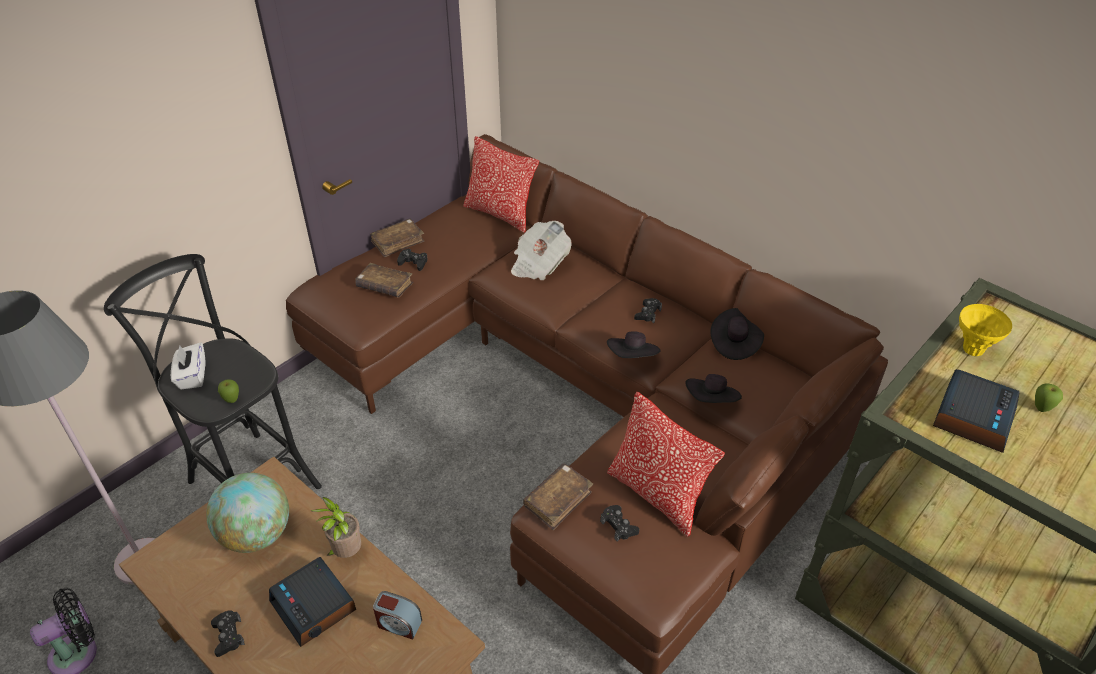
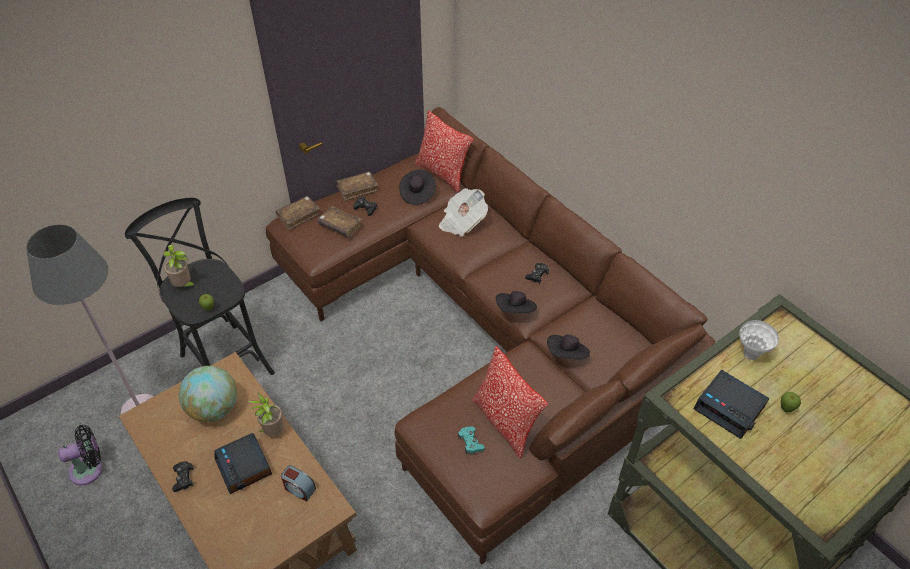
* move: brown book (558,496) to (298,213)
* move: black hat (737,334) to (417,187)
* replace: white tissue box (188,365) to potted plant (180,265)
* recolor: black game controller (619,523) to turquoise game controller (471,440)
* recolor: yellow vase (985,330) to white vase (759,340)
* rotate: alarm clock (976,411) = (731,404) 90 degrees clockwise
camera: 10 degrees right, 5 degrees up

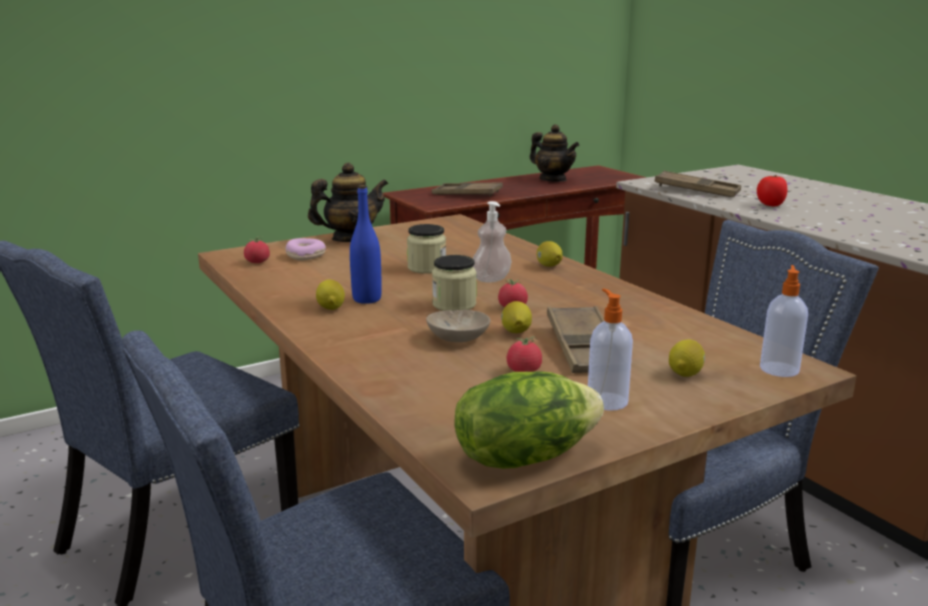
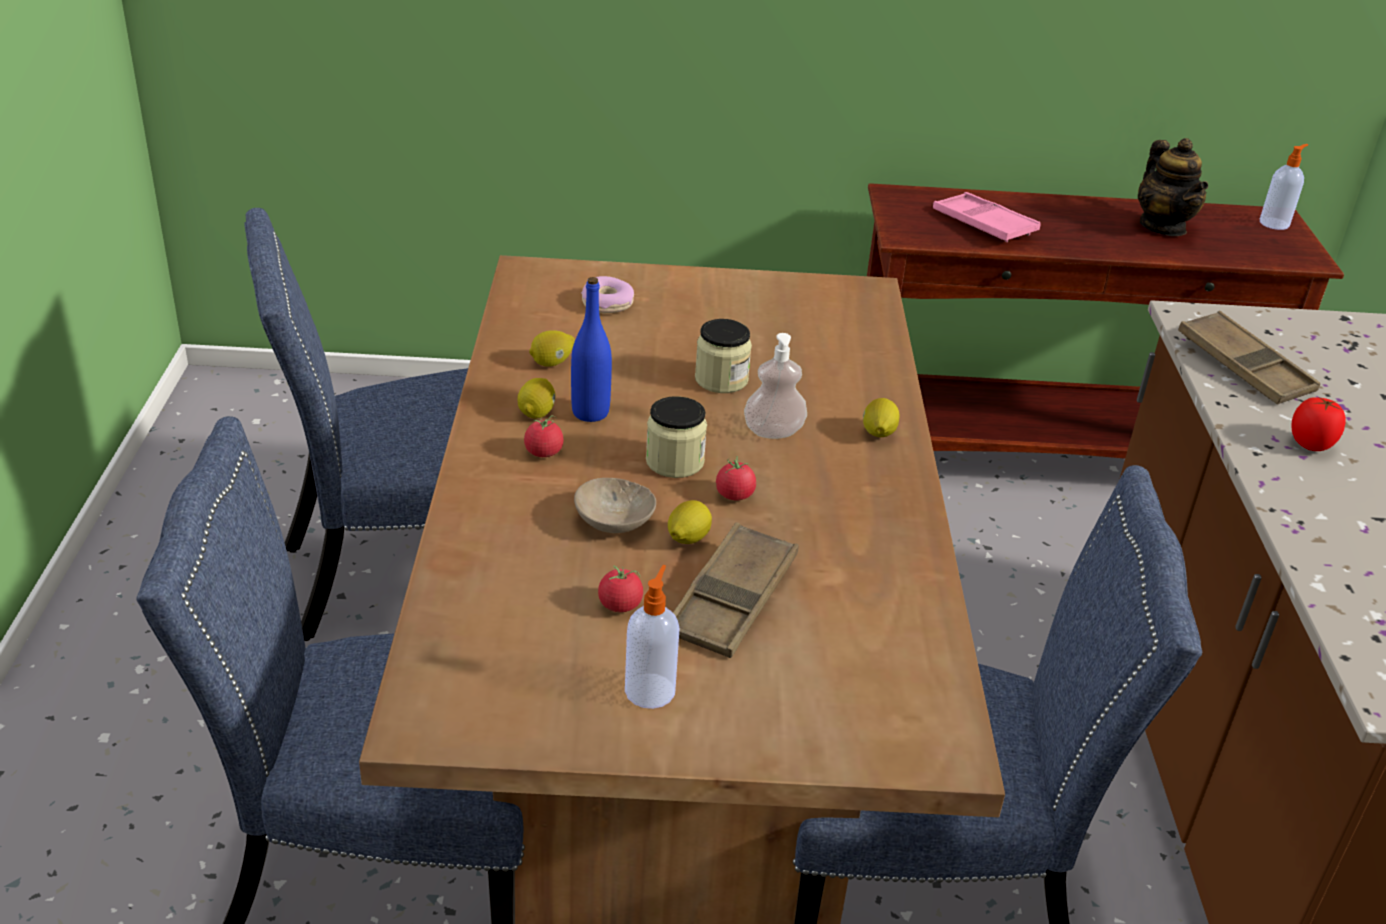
* delete: teapot (348,202)
* delete: lettuce (529,420)
* move: tomato (257,249) to (544,436)
* move: lemon (687,358) to (552,348)
* move: soap dispenser (784,321) to (1284,187)
* recolor: brown tray (467,189) to pink tray (987,217)
camera: 30 degrees right, 15 degrees up

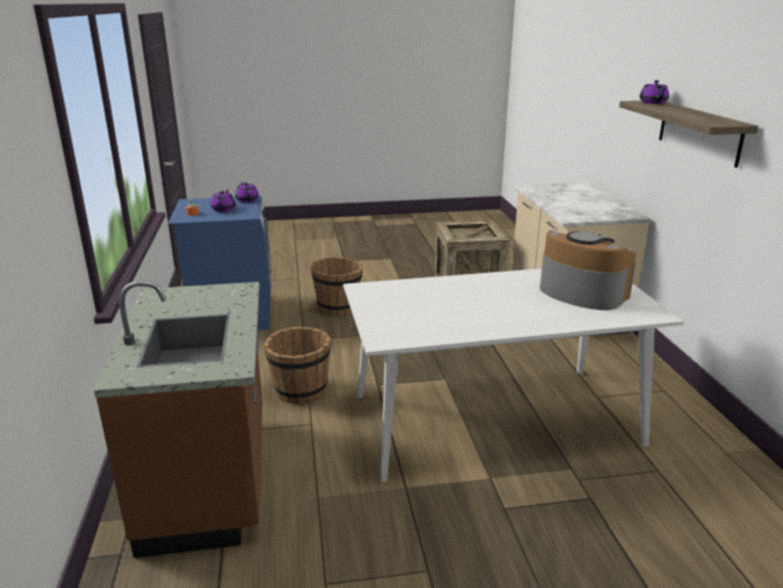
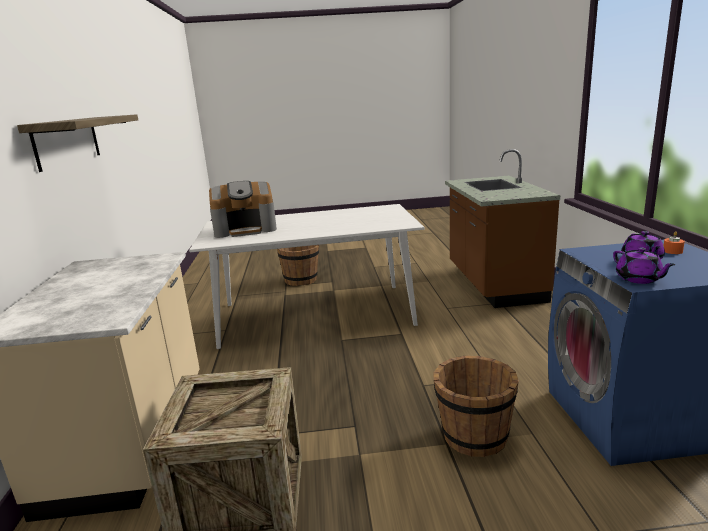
* delete: purple teapot (654,92)
* move: brown bucket (297,365) to (298,265)
* rotate: coffee machine (588,270) = (243,209) 60 degrees counterclockwise
camera: 175 degrees left, 5 degrees down

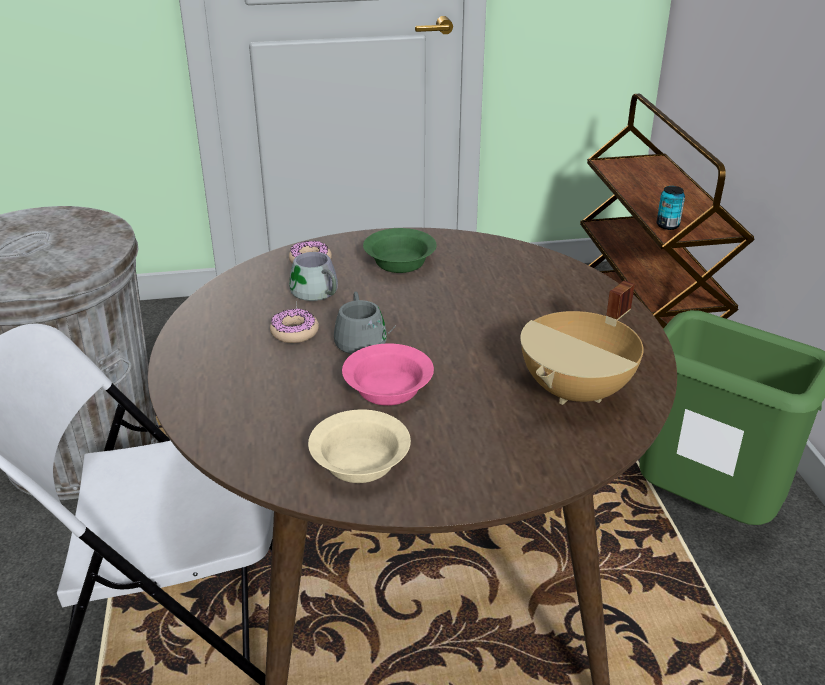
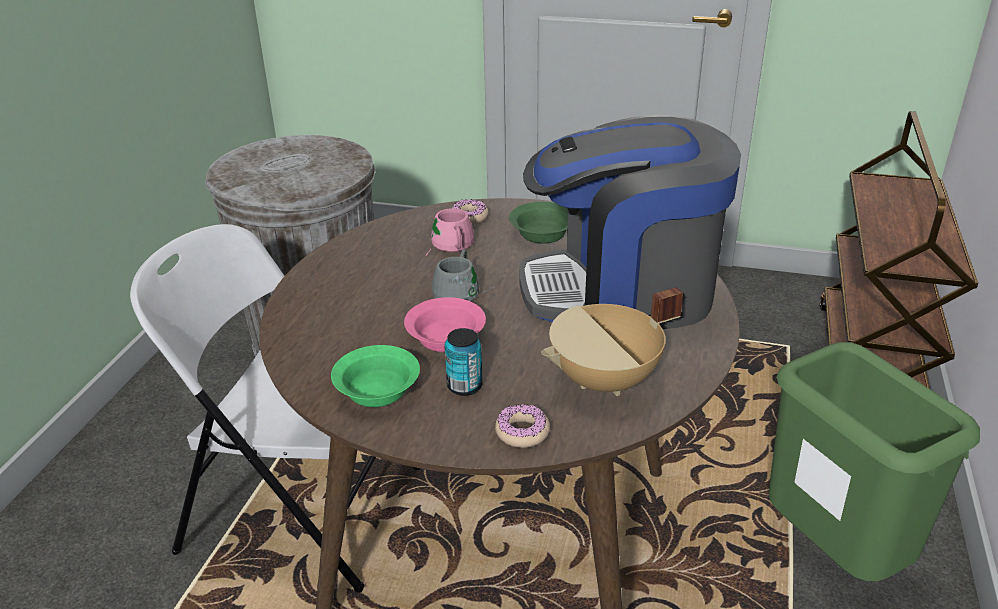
* insert: coffee machine (630,222)
* move: donut (294,325) to (522,426)
* move: can (671,208) to (463,362)
* recolor: grey mug (313,276) to pink mug (450,231)
* recolor: beige bowl (359,446) to green bowl (375,376)
camera: 25 degrees right, 0 degrees up

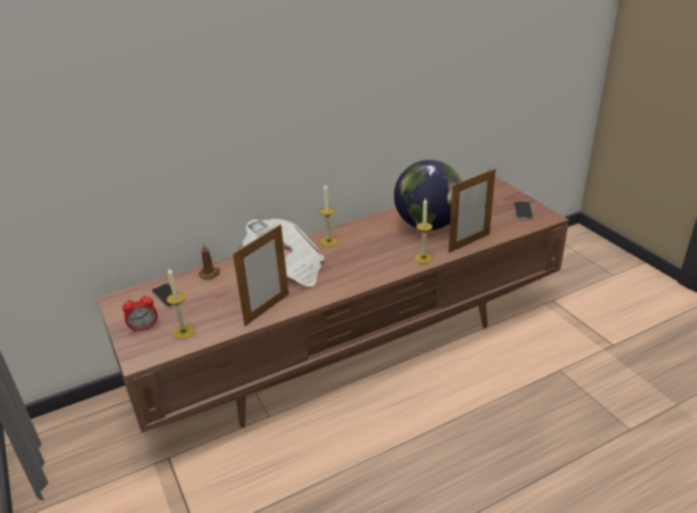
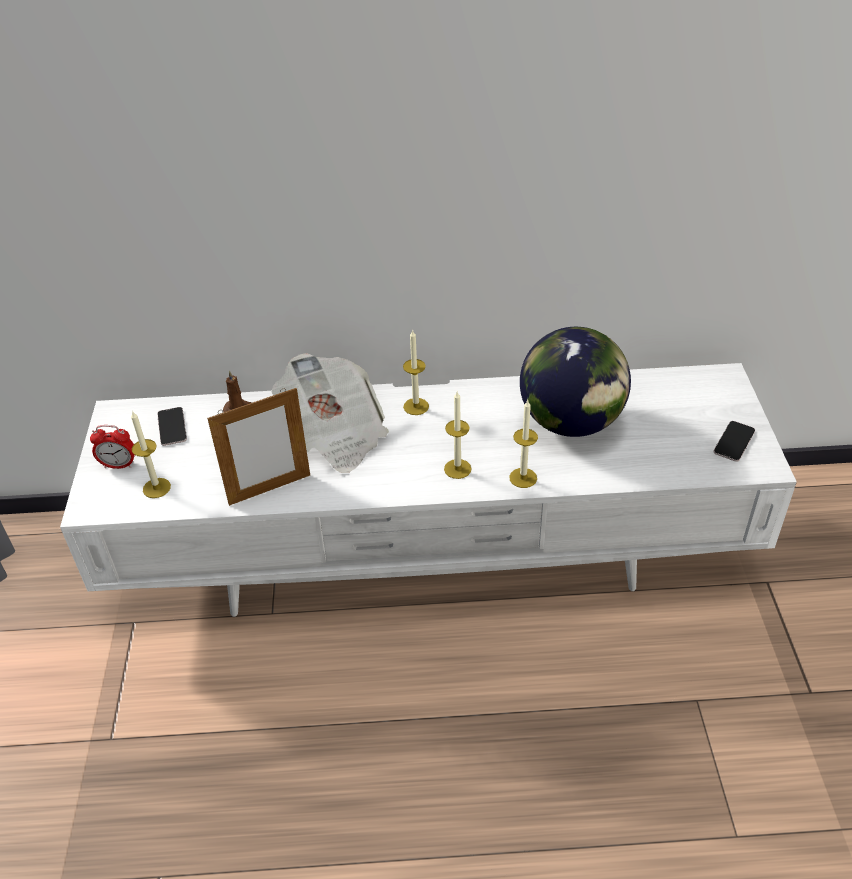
* delete: picture frame (472,210)
* insert: candle (458,435)
* recolor: brown tv stand (333,305) to white tv stand (428,490)
camera: 25 degrees right, 10 degrees up

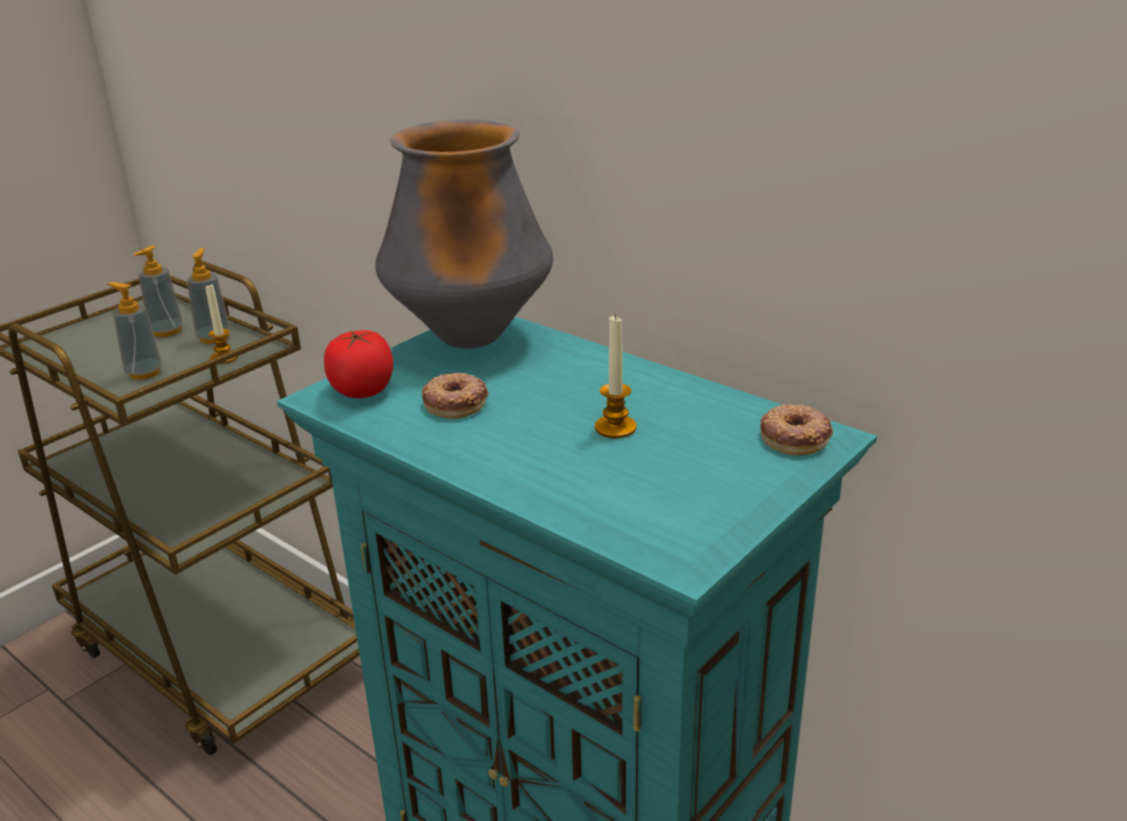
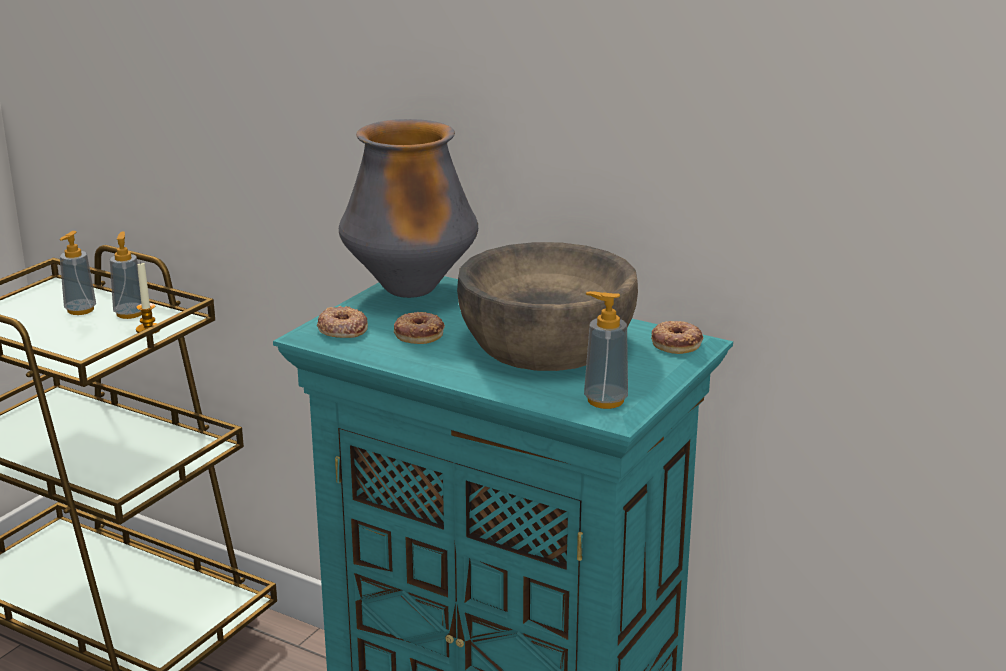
* move: soap dispenser (134,331) to (606,350)
* replace: tomato (358,364) to donut (342,322)
* replace: candle (615,376) to brown bowl (547,306)
camera: 10 degrees left, 5 degrees down

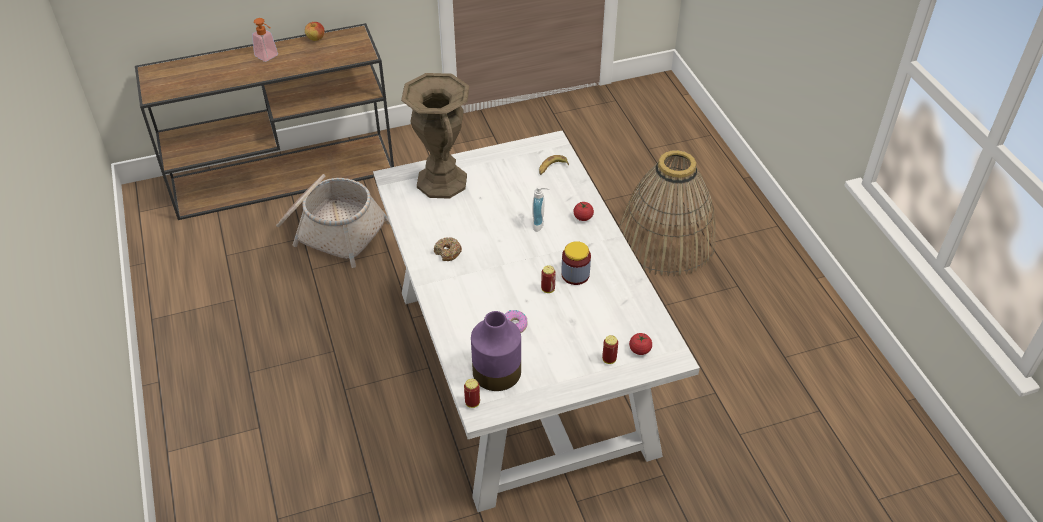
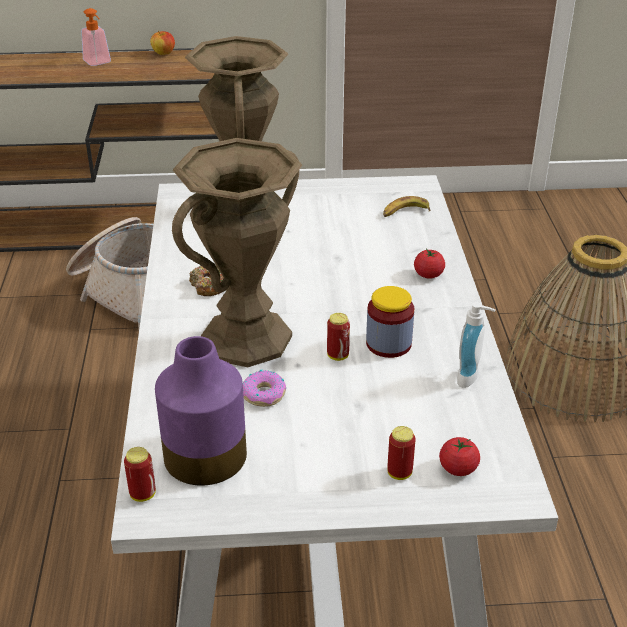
* insert: brown vase (237,252)
* move: soap dispenser (541,208) to (476,345)
camera: 15 degrees right, 10 degrees down

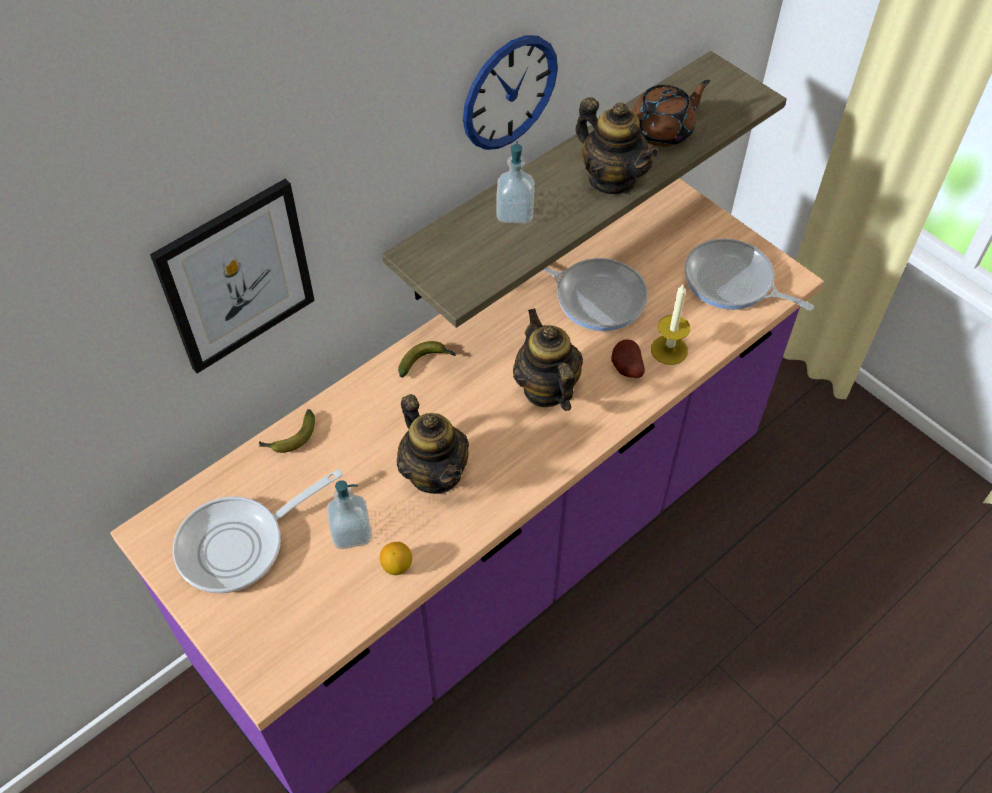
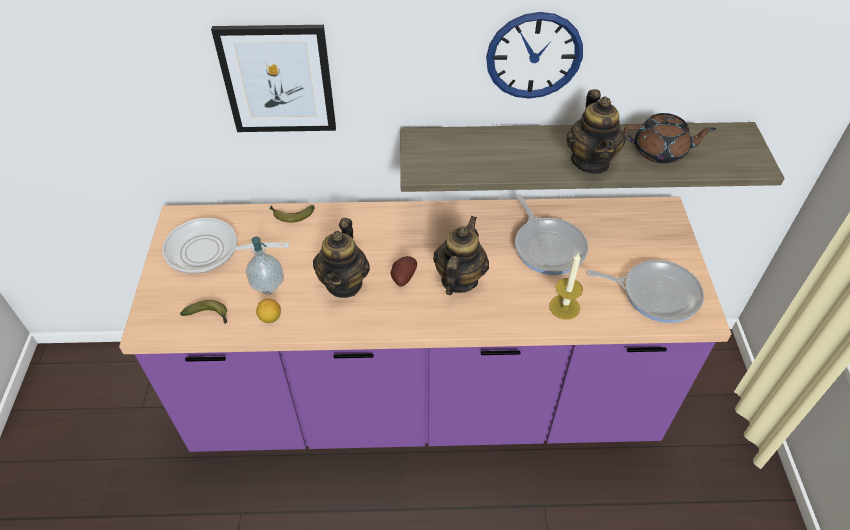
* delete: soap dispenser (515,182)
* move: banana (427,359) to (204,312)
* move: potato (628,359) to (403,271)
* rotate: frying pan (749,274) = (645,291) 120 degrees clockwise
camera: 40 degrees right, 5 degrees down

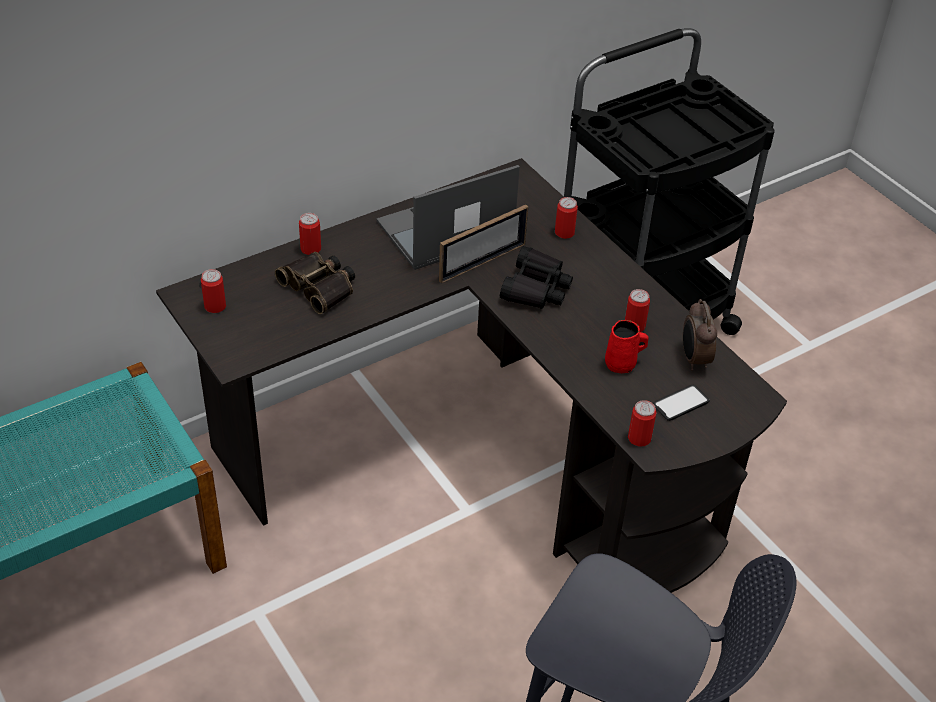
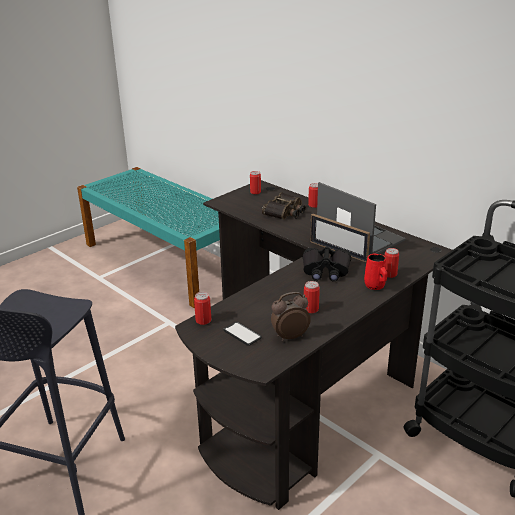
* move: red mug (627,346) to (375,272)
camera: 80 degrees right, 15 degrees down

